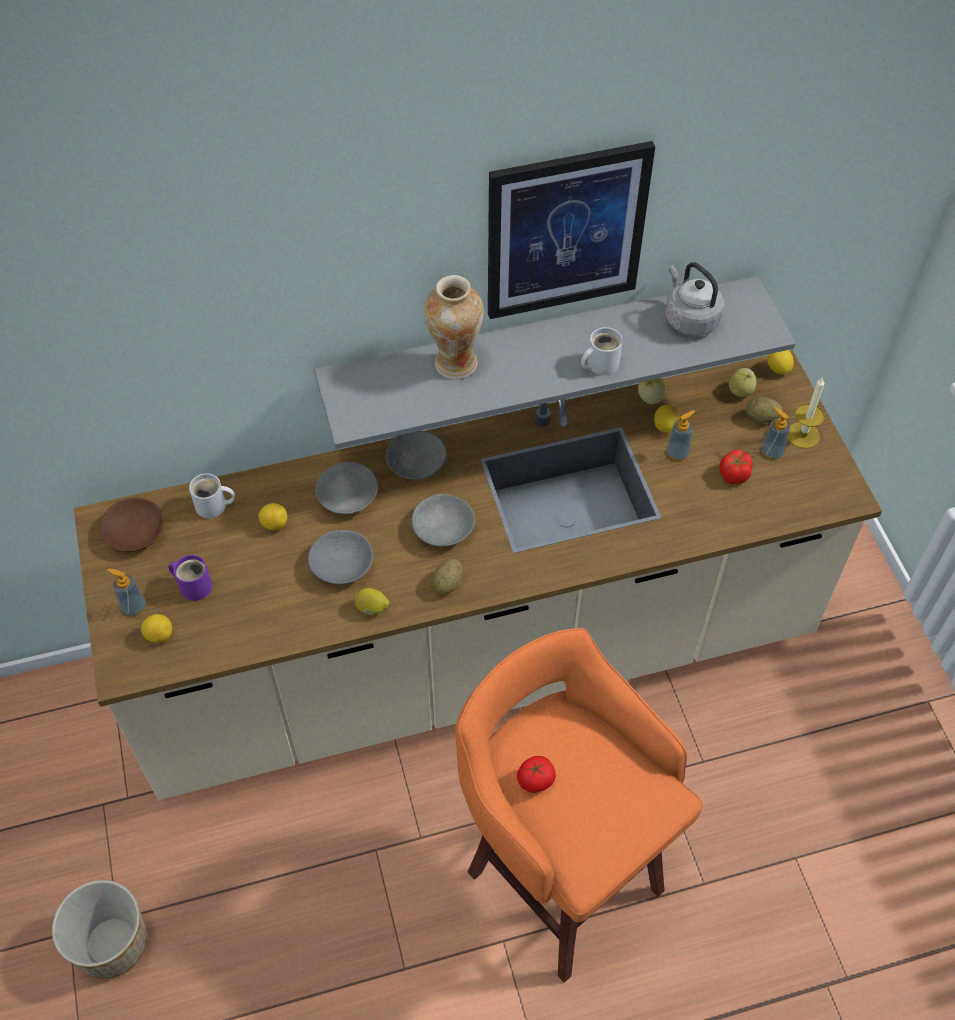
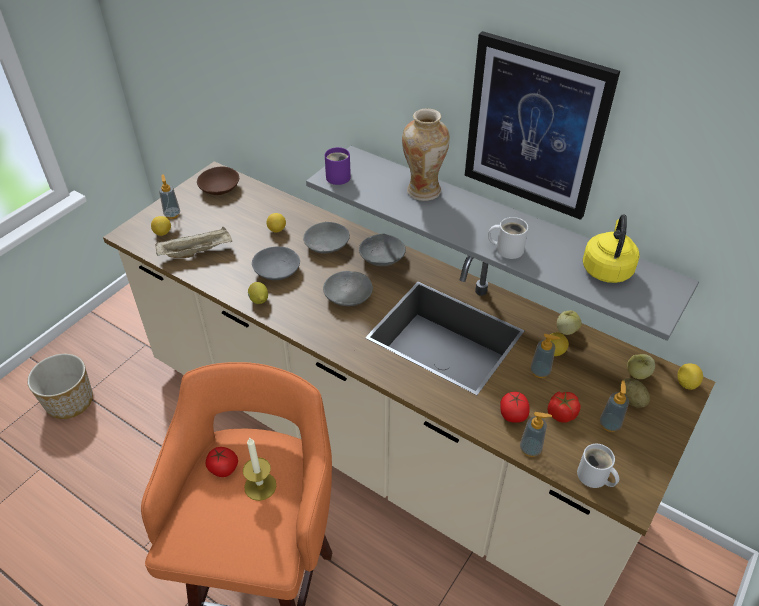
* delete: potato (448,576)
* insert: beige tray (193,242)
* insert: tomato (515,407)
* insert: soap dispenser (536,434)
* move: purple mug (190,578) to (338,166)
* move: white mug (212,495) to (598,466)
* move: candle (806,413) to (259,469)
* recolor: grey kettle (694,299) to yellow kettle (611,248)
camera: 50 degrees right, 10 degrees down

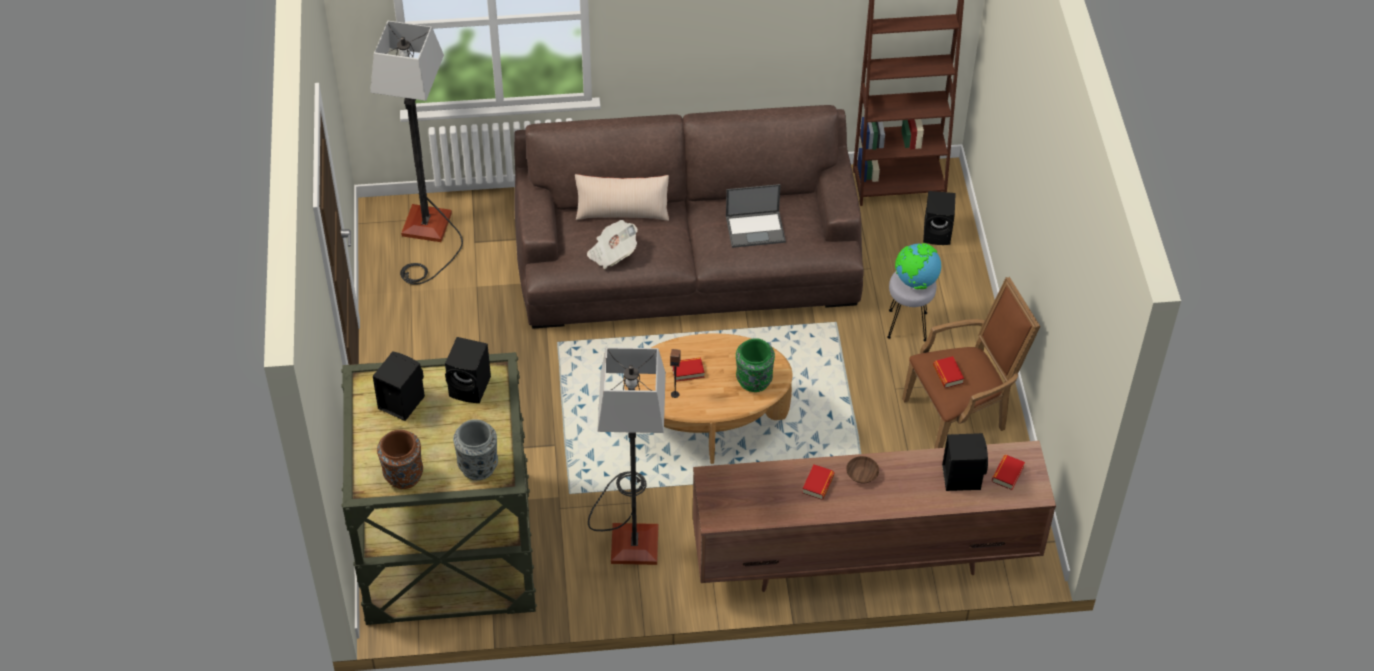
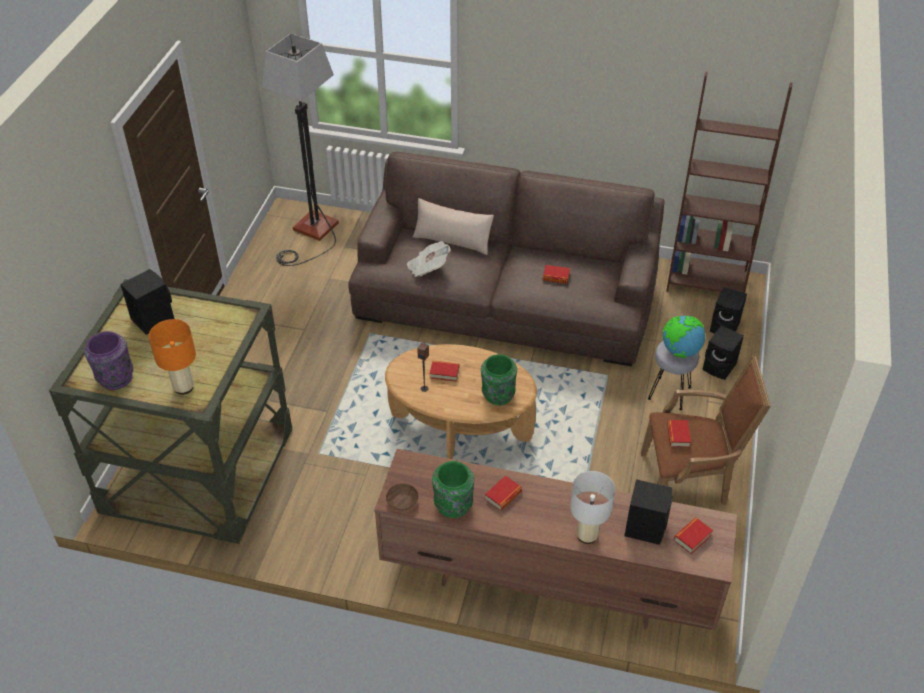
* delete: floor lamp (627,456)
* insert: green vase (453,489)
* insert: white table lamp (592,507)
* move: black speaker (468,370) to (723,353)
* move: brown bowl (862,469) to (402,497)
* replace: grey vase (475,449) to orange table lamp (172,357)
* replace: laptop (756,216) to book (556,274)
* recolor: brown vase (400,459) to purple vase (108,360)
camera: 20 degrees right, 5 degrees down

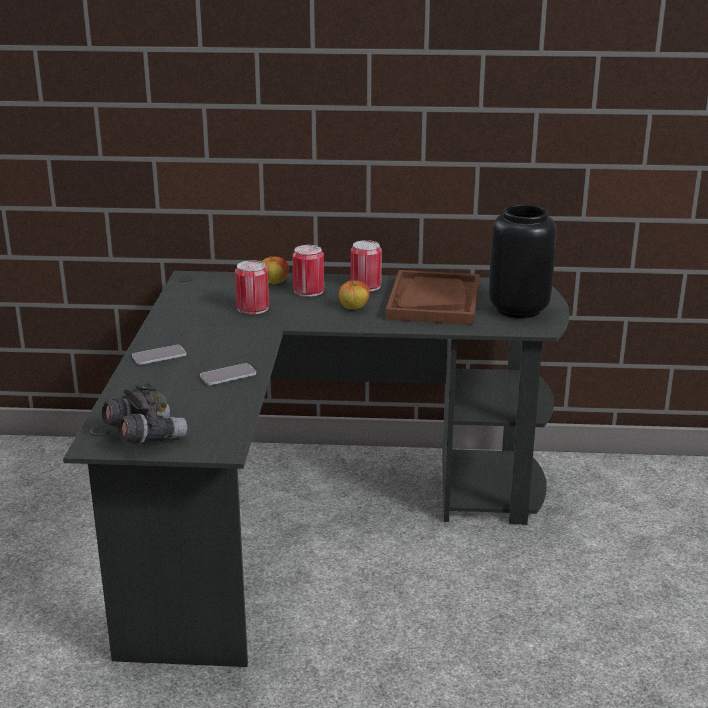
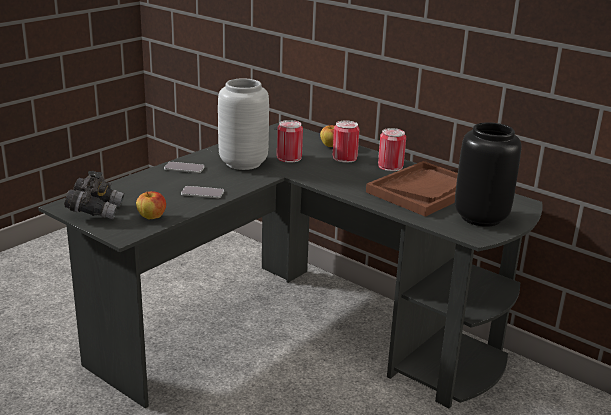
* insert: grey vase (243,124)
* move: apple (354,295) to (151,205)
camera: 35 degrees right, 0 degrees up

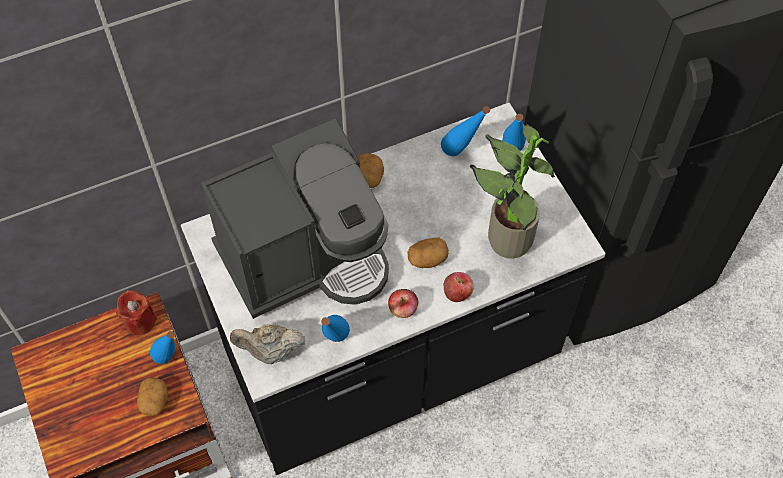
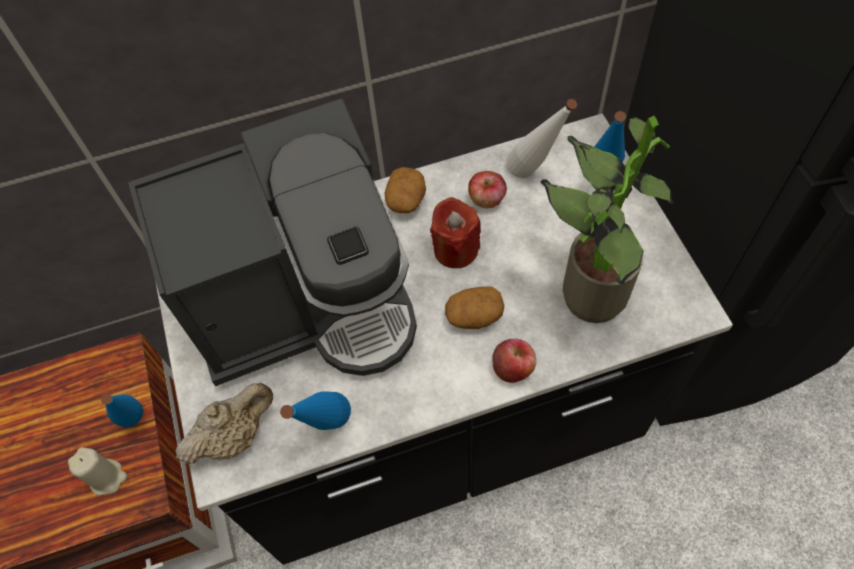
* move: red candle (136,312) to (455,232)
* move: apple (403,303) to (487,190)
* replace: potato (152,397) to beige candle (97,471)
* recolor: blue bottle (465,131) to white bottle (541,138)
* rotate: beige teapot (268,344) = (224,424) 135 degrees clockwise
camera: 10 degrees right, 0 degrees up

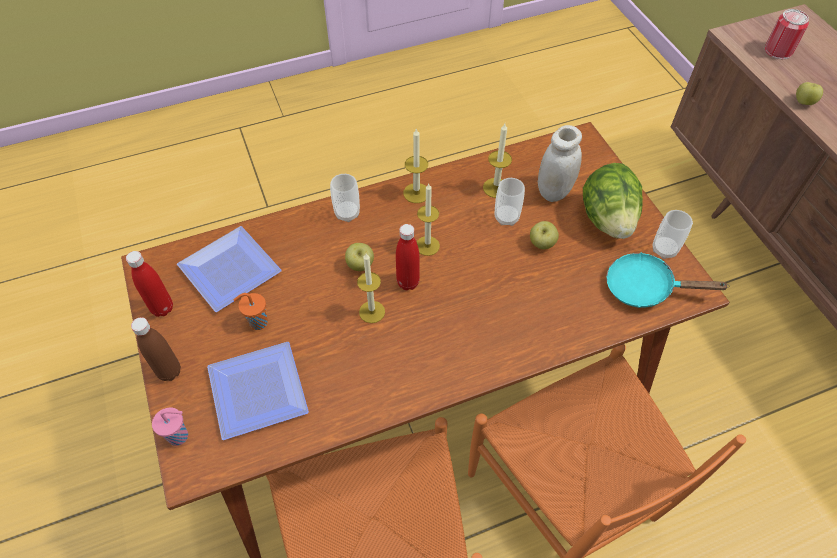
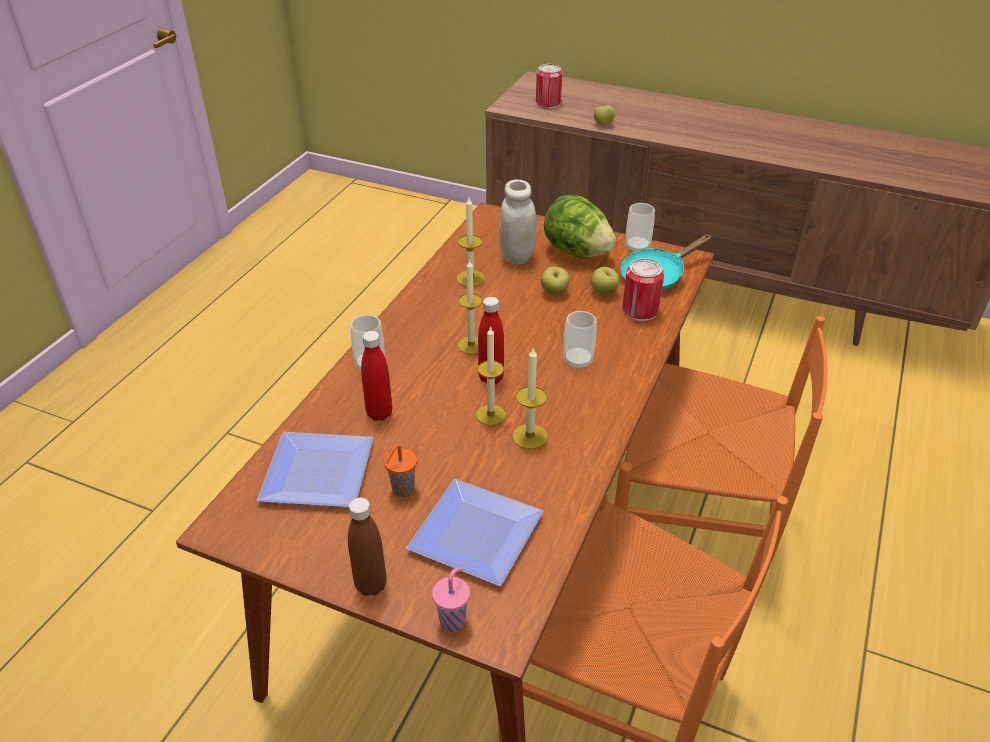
* insert: can (643,290)
* move: red bottle (149,284) to (376,376)
* move: apple (359,257) to (604,281)
* move: candle (415,165) to (530,398)
* move: cup (510,202) to (580,340)
camera: 45 degrees left, 15 degrees down

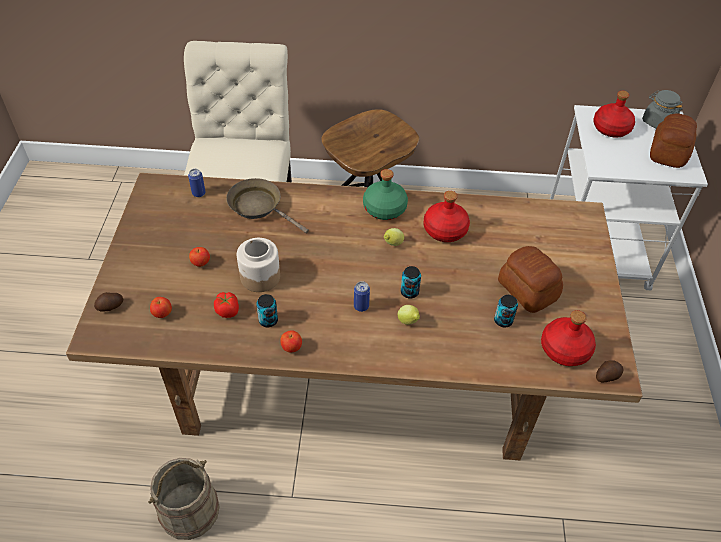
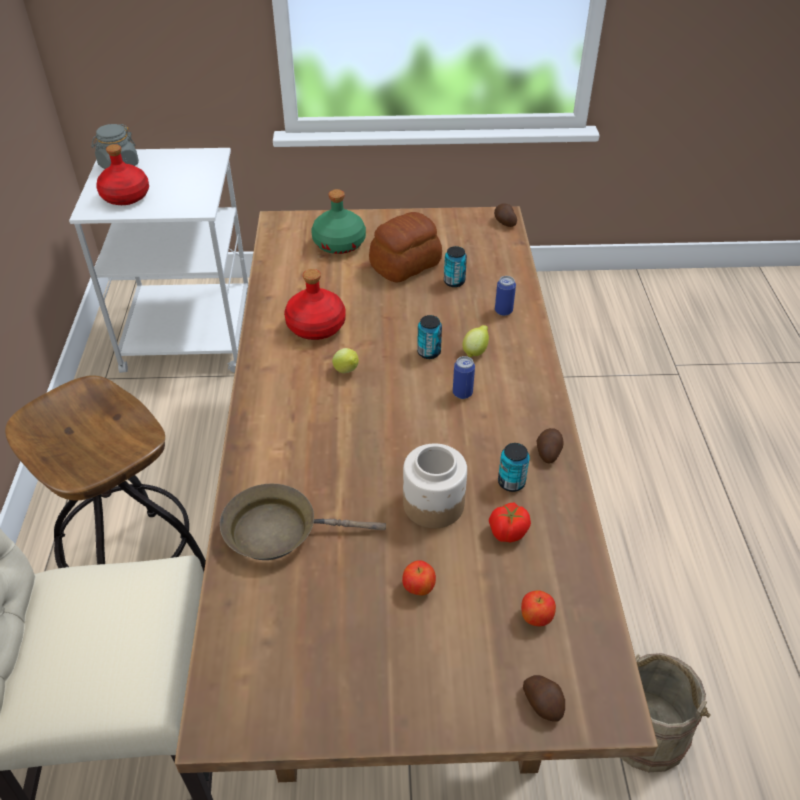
* delete: red bottle (568,338)
* delete: bread (673,140)
* move: can (197,183) to (505,296)
* move: green bottle (385,194) to (338,221)
* replace: apple (291,341) to potato (550,446)
* rotate: brown frying pan (267,205) = (303,522) 60 degrees clockwise
camera: 95 degrees left, 5 degrees down

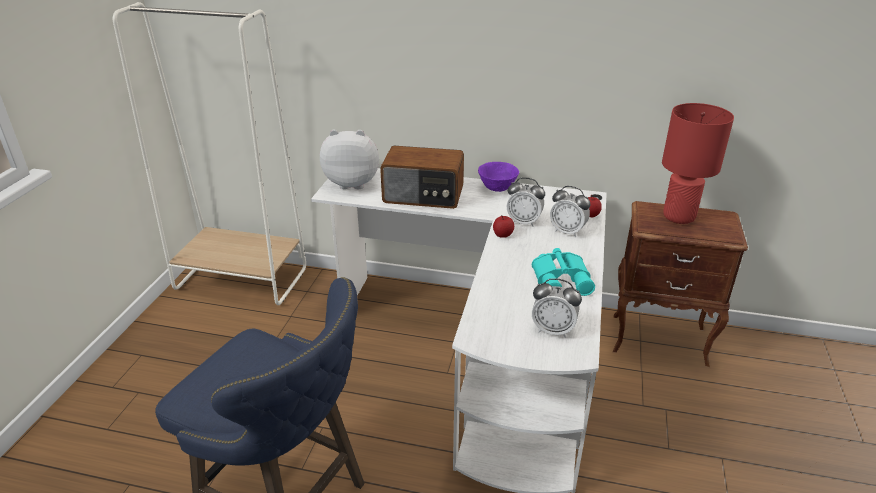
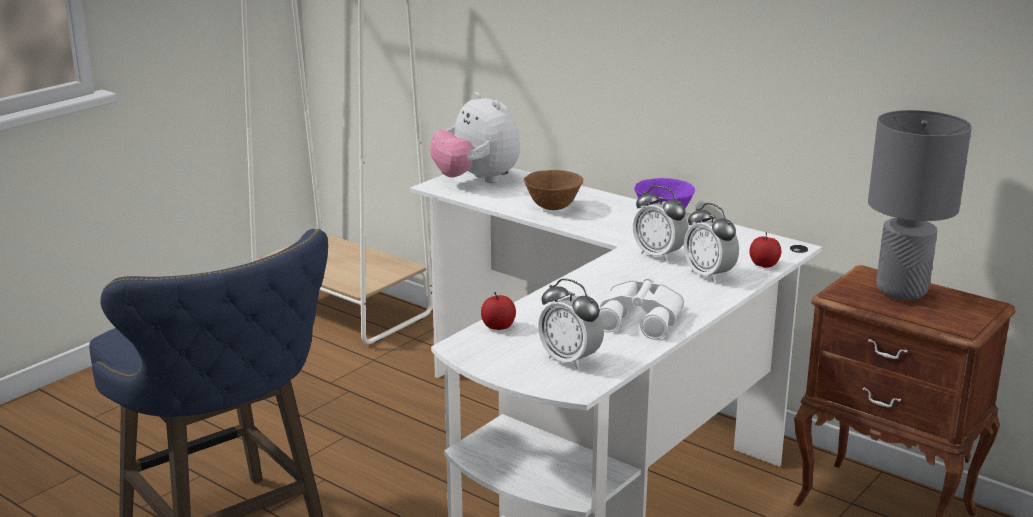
* move: apple (503,226) to (498,311)
* replace: radio (422,177) to brown bowl (553,190)
* recolor: turquoise binoculars (563,272) to white binoculars (641,308)
* recolor: red table lamp (698,163) to grey table lamp (920,205)
* rotate: plush toy (349,159) = (475,137) 150 degrees counterclockwise
camera: 25 degrees right, 10 degrees down

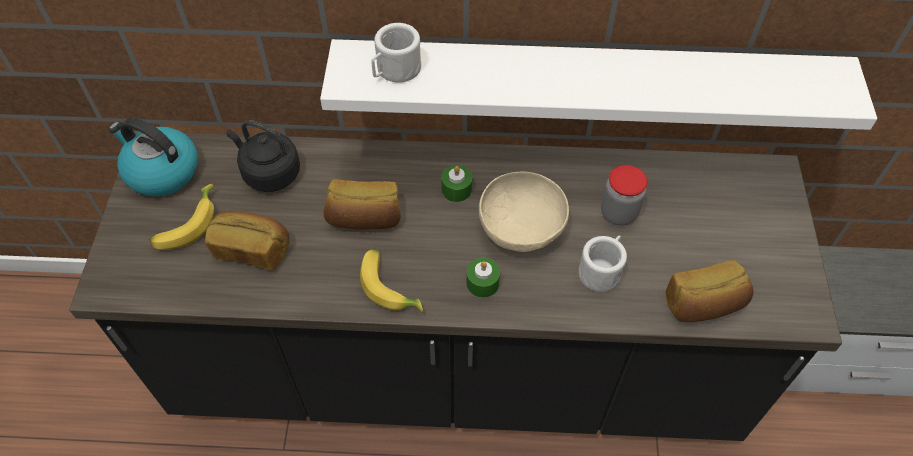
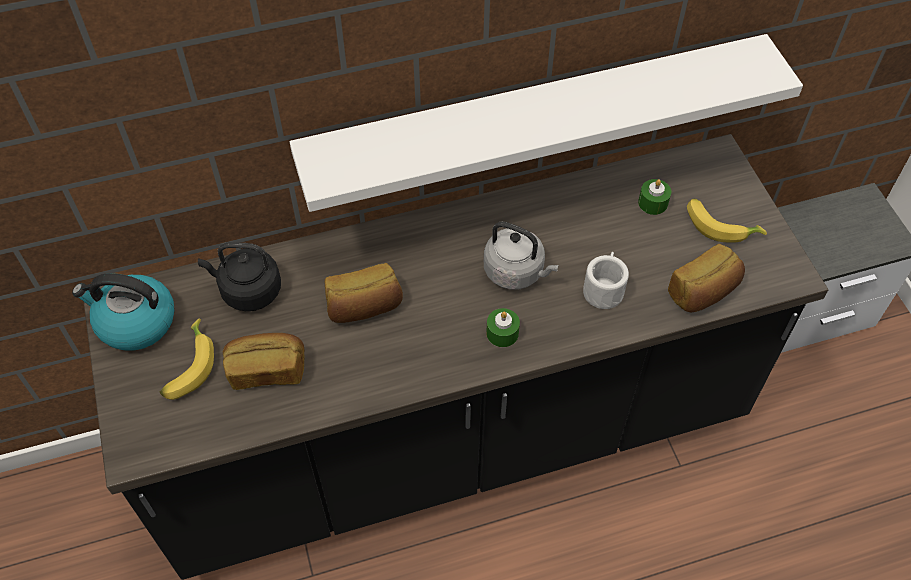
* delete: white mug (396,53)
* delete: jar (624,195)
* move: banana (391,280) to (727,220)
* move: green candle (456,183) to (654,197)
* replace: beige bowl (524,211) to grey kettle (521,256)
camera: 20 degrees left, 0 degrees up

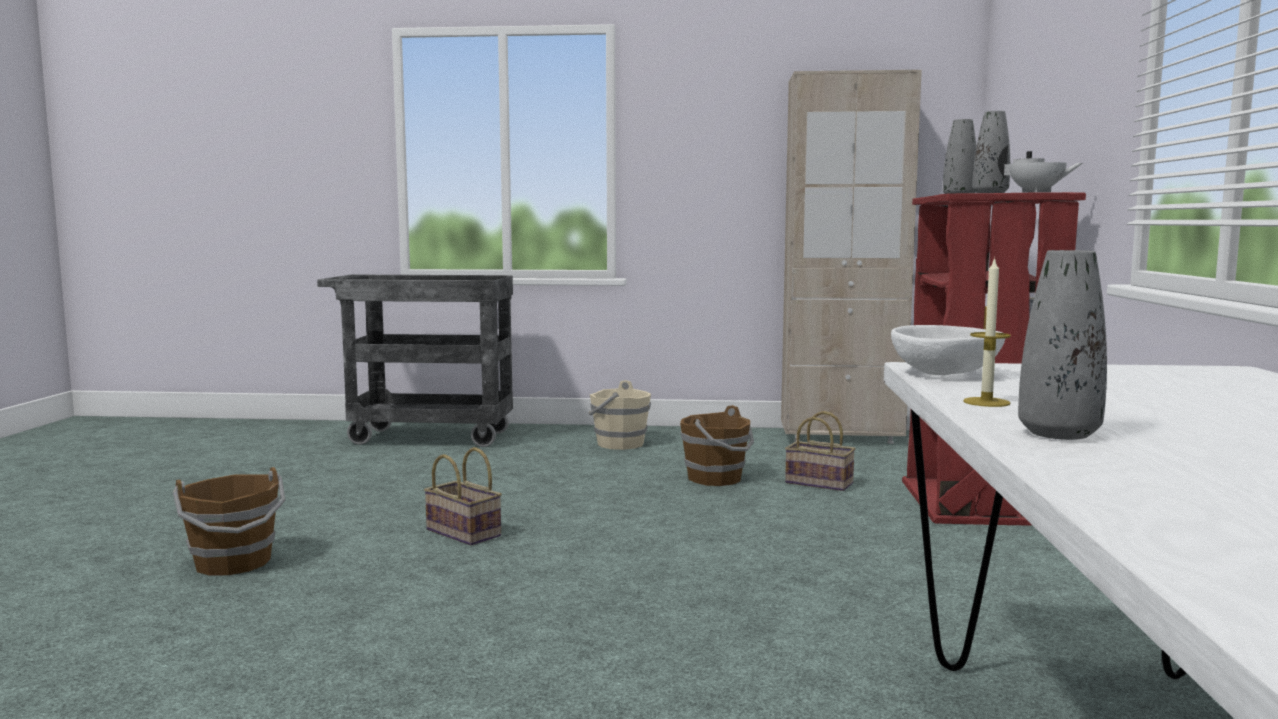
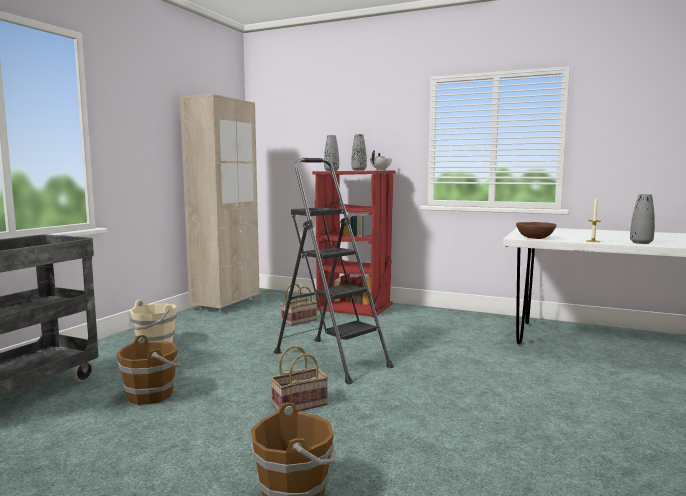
* insert: step ladder (334,271)
* move: brown bucket (717,445) to (148,370)
* recolor: white bowl (948,350) to brown bowl (536,230)
camera: 70 degrees left, 0 degrees up

